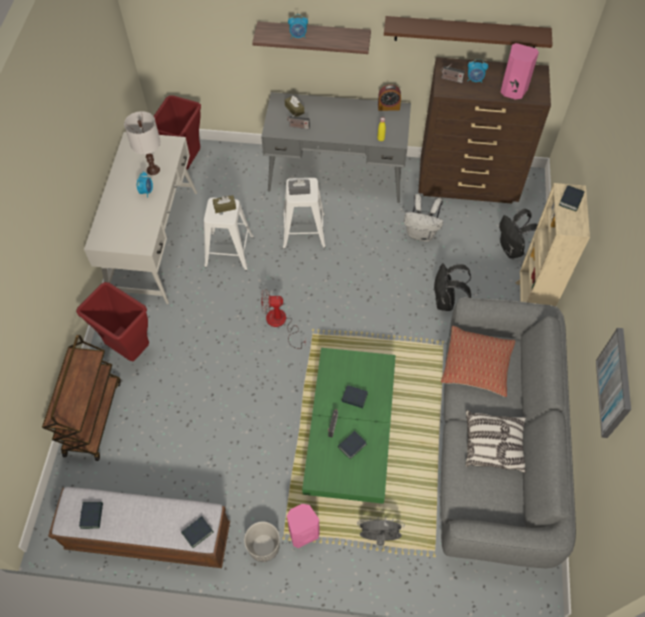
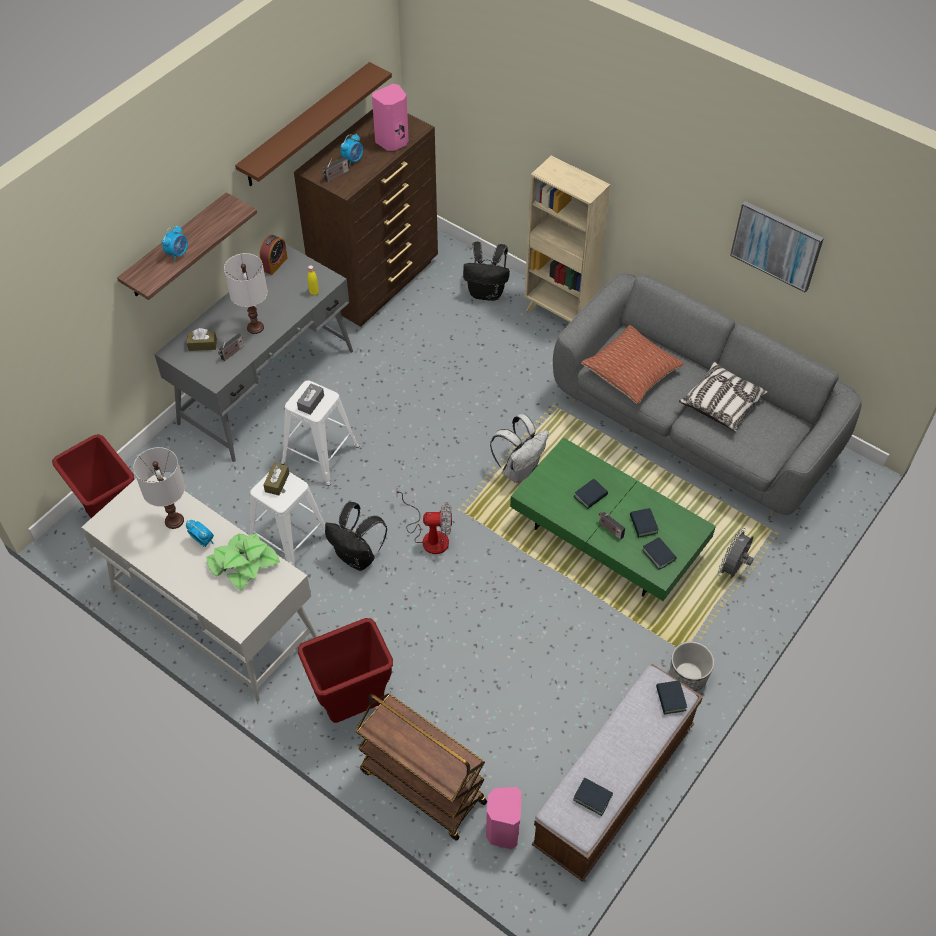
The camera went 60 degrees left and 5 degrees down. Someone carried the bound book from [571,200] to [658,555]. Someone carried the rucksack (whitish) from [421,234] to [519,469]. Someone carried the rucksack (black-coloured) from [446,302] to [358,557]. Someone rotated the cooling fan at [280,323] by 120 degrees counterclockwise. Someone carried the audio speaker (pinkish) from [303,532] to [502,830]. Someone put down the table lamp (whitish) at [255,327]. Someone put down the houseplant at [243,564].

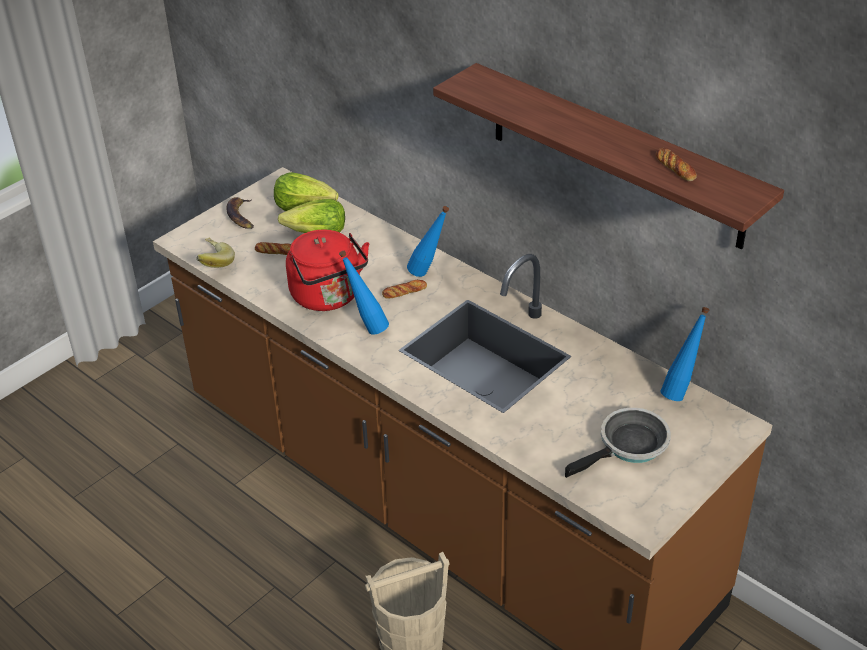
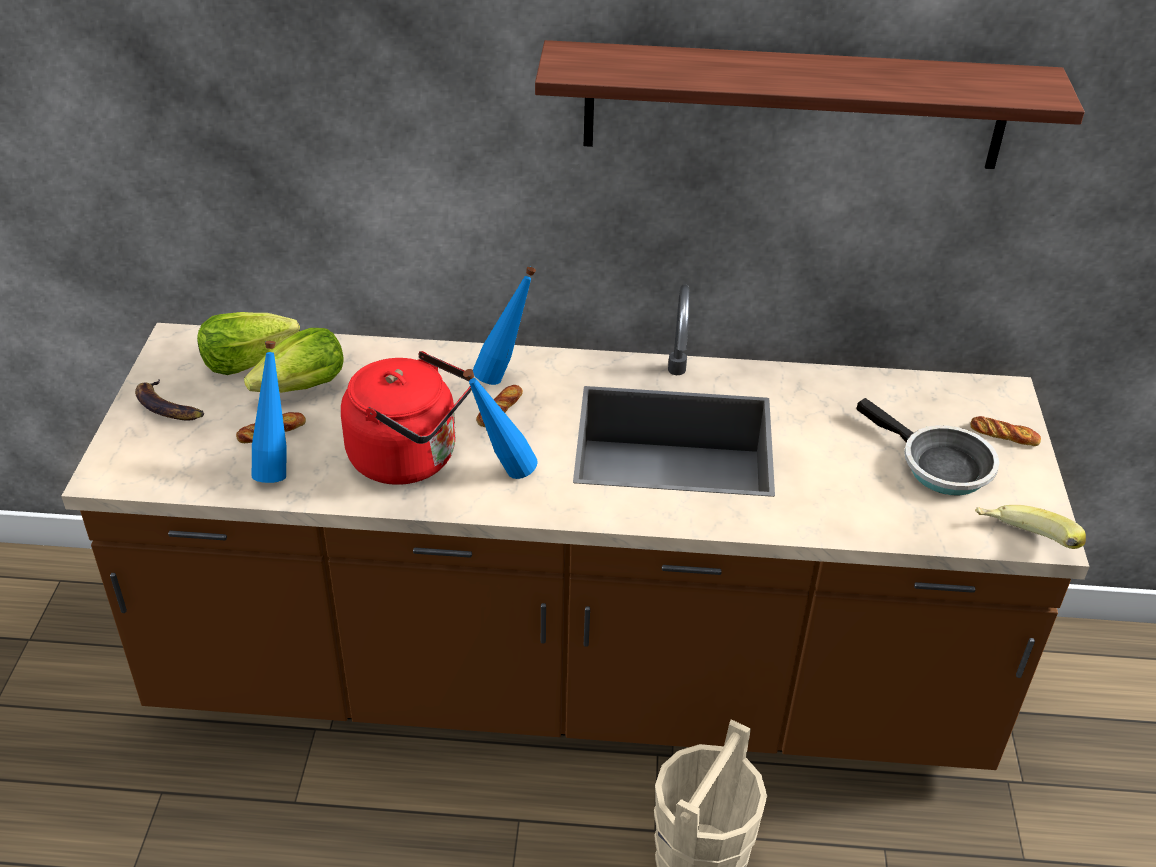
The camera went 40 degrees left and 0 degrees up. Someone carried the bakery bread from [675,168] to [1004,435]. Someone carried the whole banana from [212,264] to [1022,545]. Someone carried the bottle (blue-coloured) from [680,391] to [276,467]. Someone rotated the pan at [629,446] by 120 degrees clockwise.

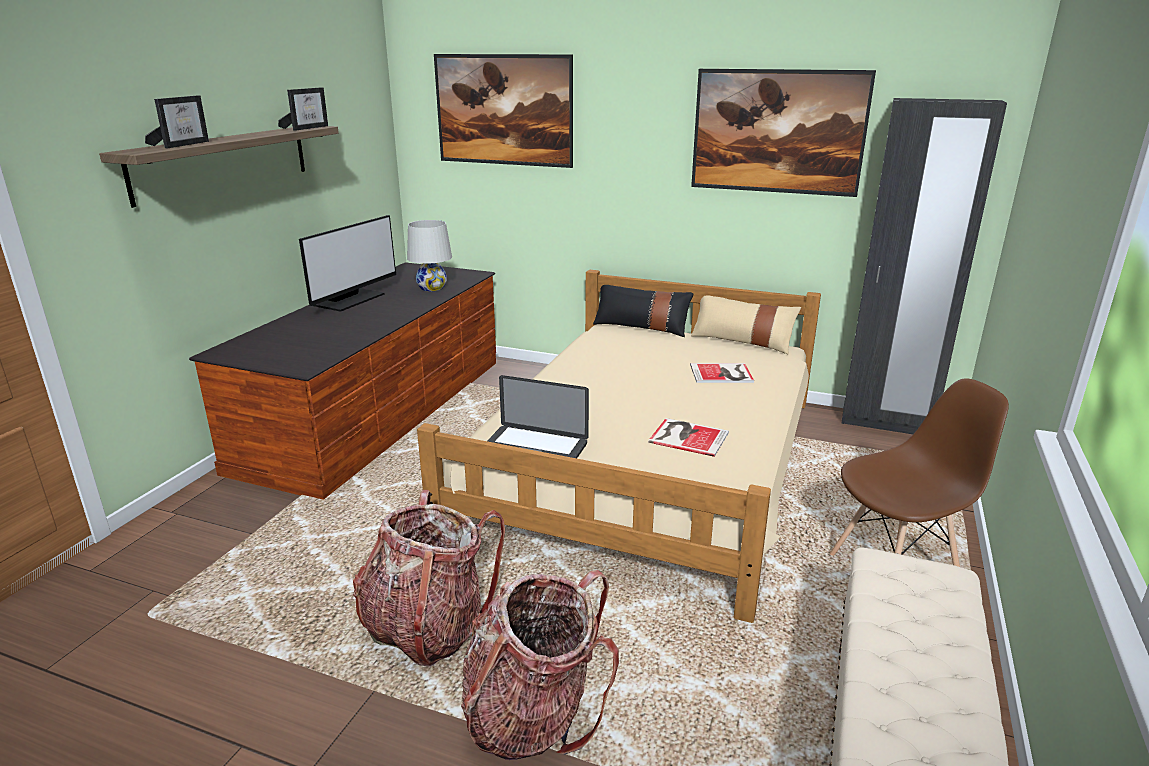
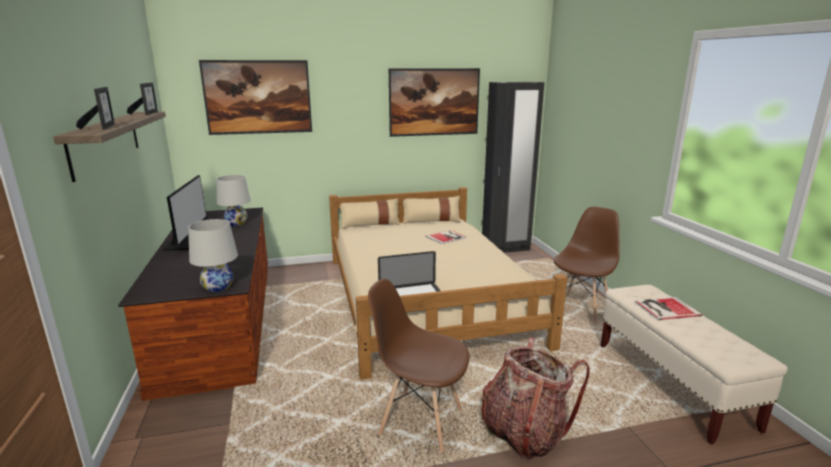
The camera went 35 degrees left and 5 degrees down. Someone repainted the cushion (black-coloured) at [641,327], which became the cushion (beige) at [370,225]. Someone carried the bound book from [687,436] to [665,308]. Someone swapped the rucksack at [428,628] for the chair (brownish) at [420,421]. Someone put down the table lamp (whitish) at [218,287].

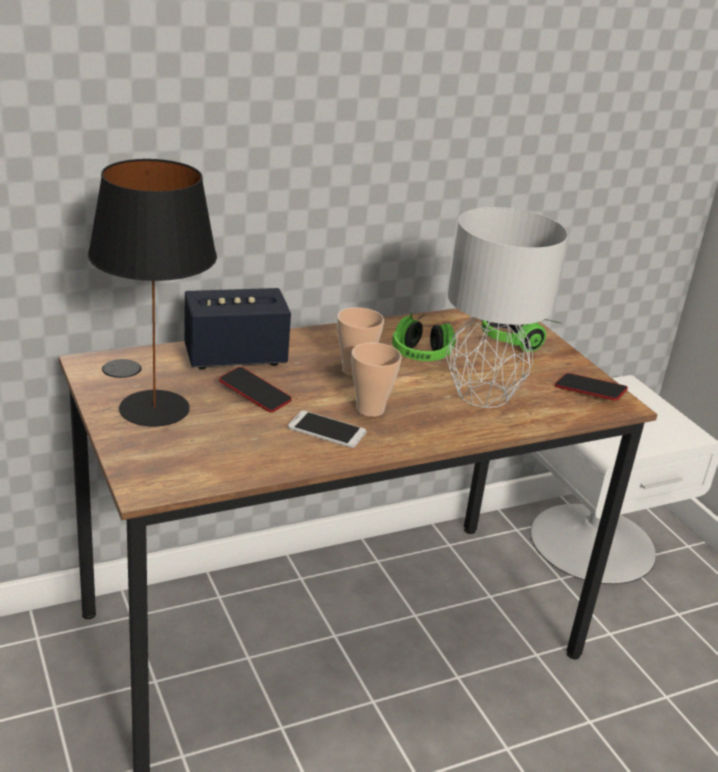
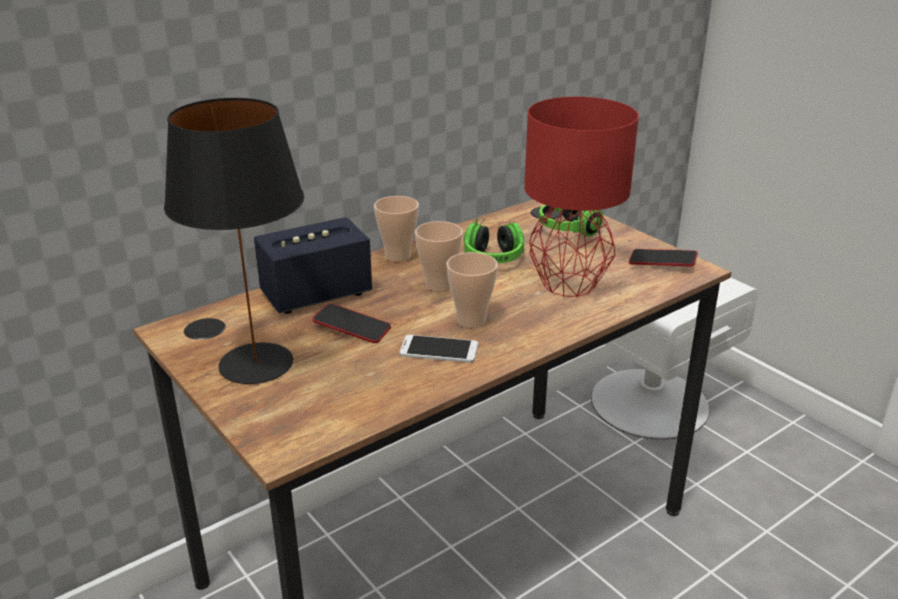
The camera went 10 degrees left and 0 degrees up. Someone repainted the table lamp (grey) at [481,394], which became the table lamp (reddish) at [567,285]. Someone put down the cup at [398,256].

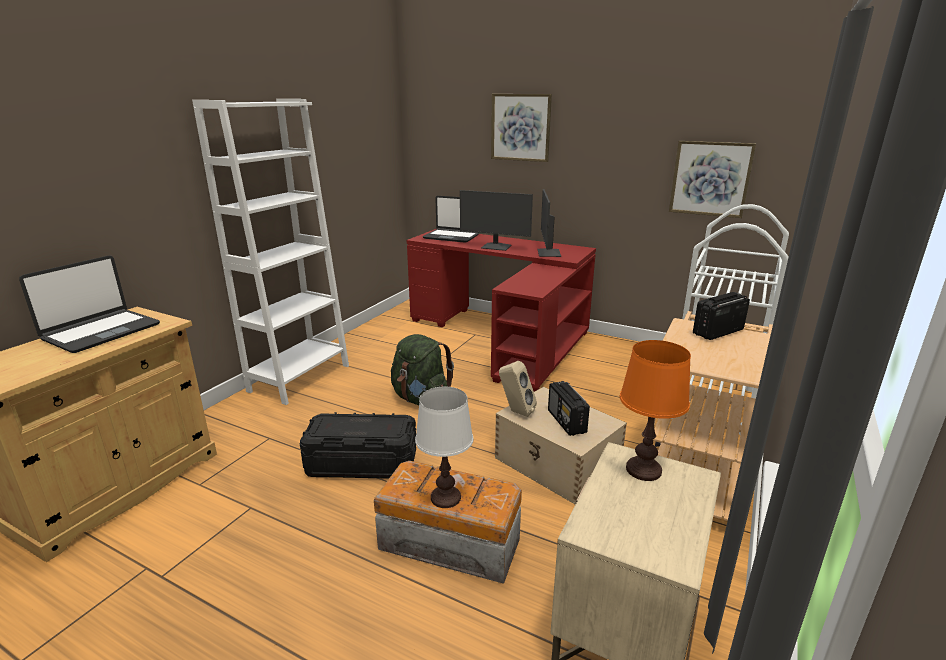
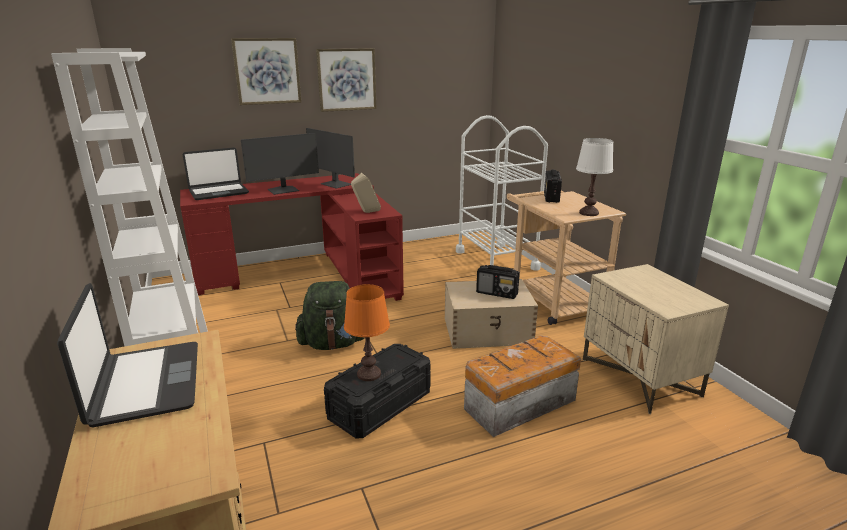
The camera went 50 degrees left and 0 degrees up. Someone carried the picture from [710,179] to [346,79]. Someone carried the table lamp (orange) from [643,470] to [368,374]. Someone carried the audio speaker (beige) from [515,412] to [366,212]. Someone carried the table lamp (whitish) from [445,497] to [588,213].

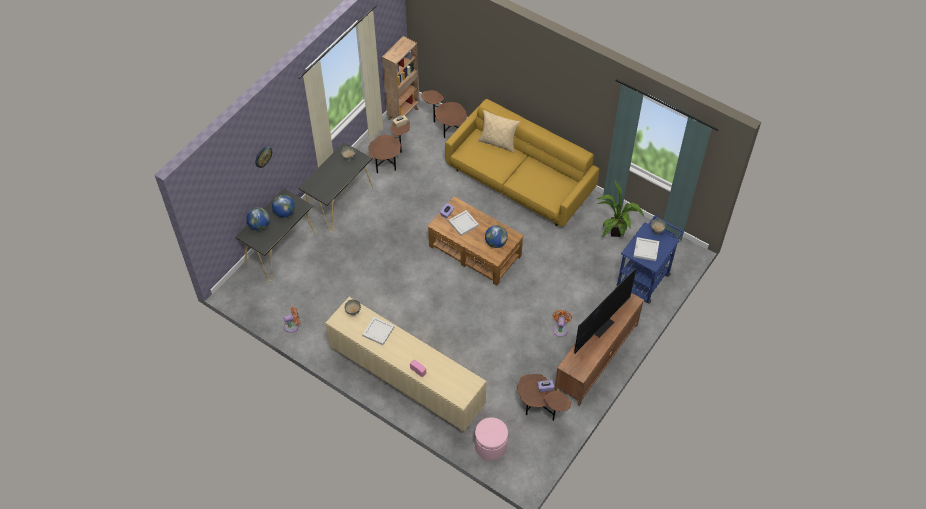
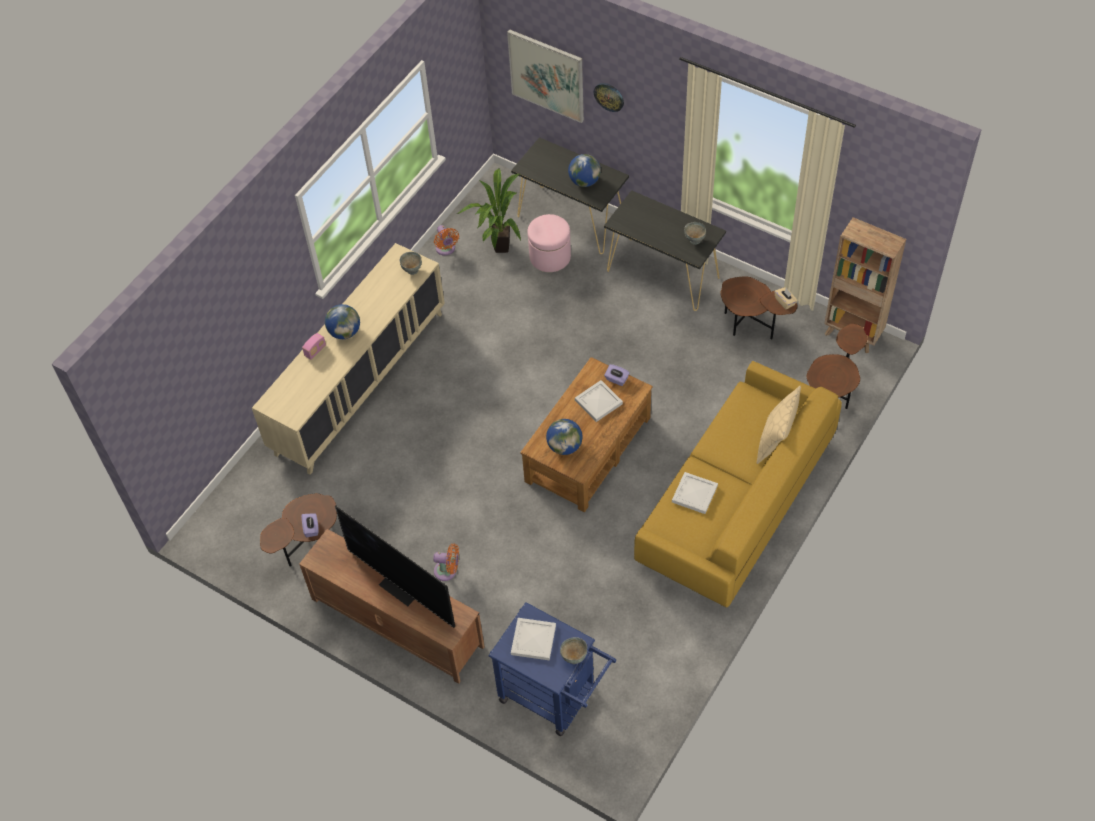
The camera went 90 degrees right and 0 degrees up. Someone carried the houseplant from [615,235] to [498,248]. Someone carried the globe from [259,225] to [345,332]. Someone carried the serving tray (whitish) from [378,331] to [694,493]. Someone carried the ottoman (pinkish) from [490,446] to [550,257]. Someone put up the picture at [547,75].

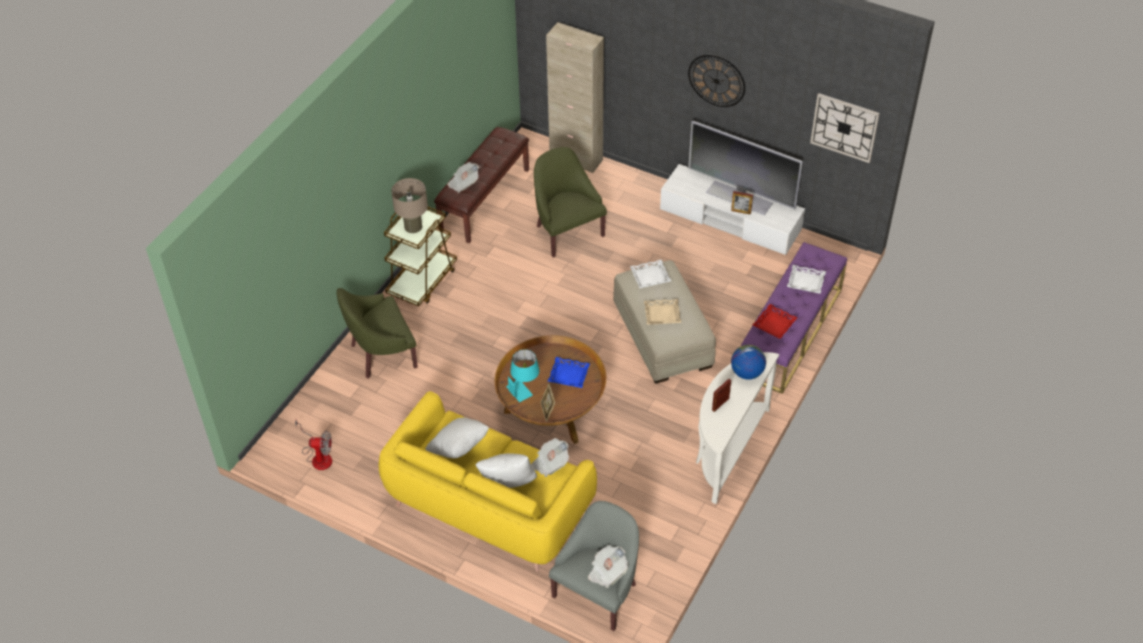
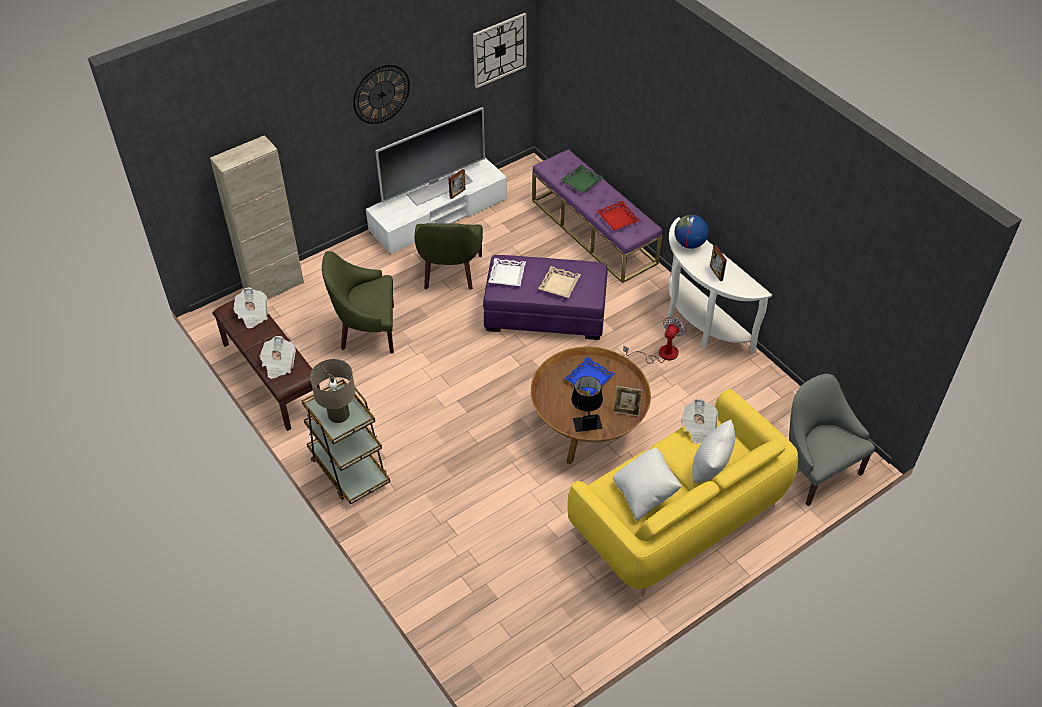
The camera went 65 degrees left and 0 degrees up. Someone repainted the ottoman (beige) at [662,335], which became the ottoman (purple) at [545,312]. Someone repainted the serving tray (whitish) at [805,282], which became the serving tray (green) at [582,182]. Someone carried the armchair (green) from [381,354] to [449,272]. Someone repainted the table lamp (turquoise-coloured) at [524,388], which became the table lamp (black-coloured) at [586,418]. Someone carried the cooling fan from [318,456] to [661,354]. Someone carried the newspaper from [607,572] to [252,314].

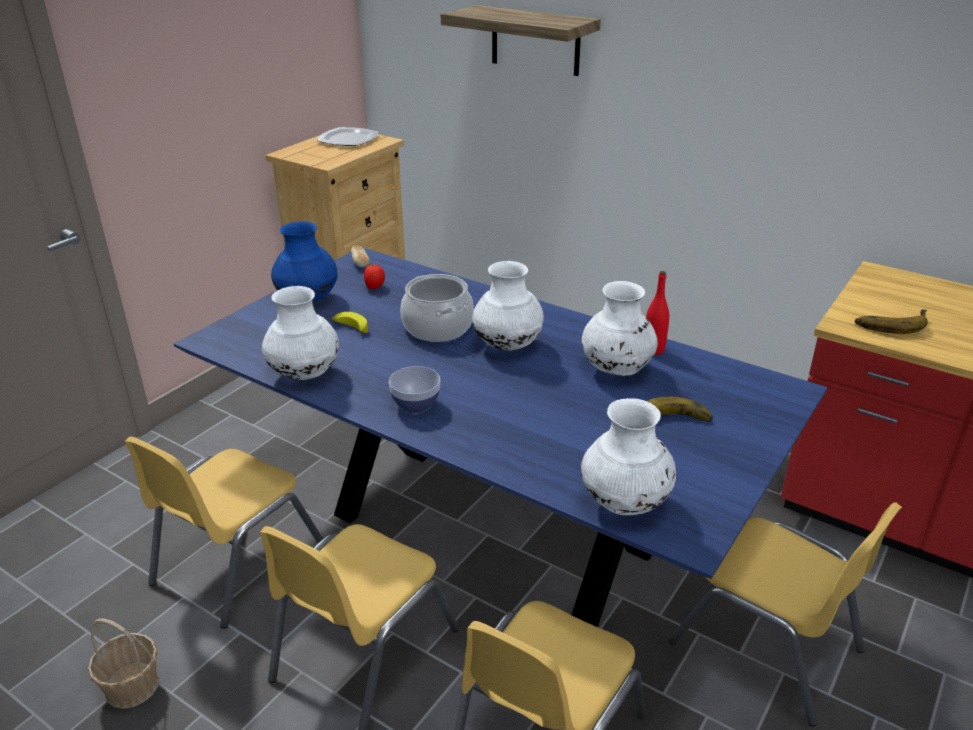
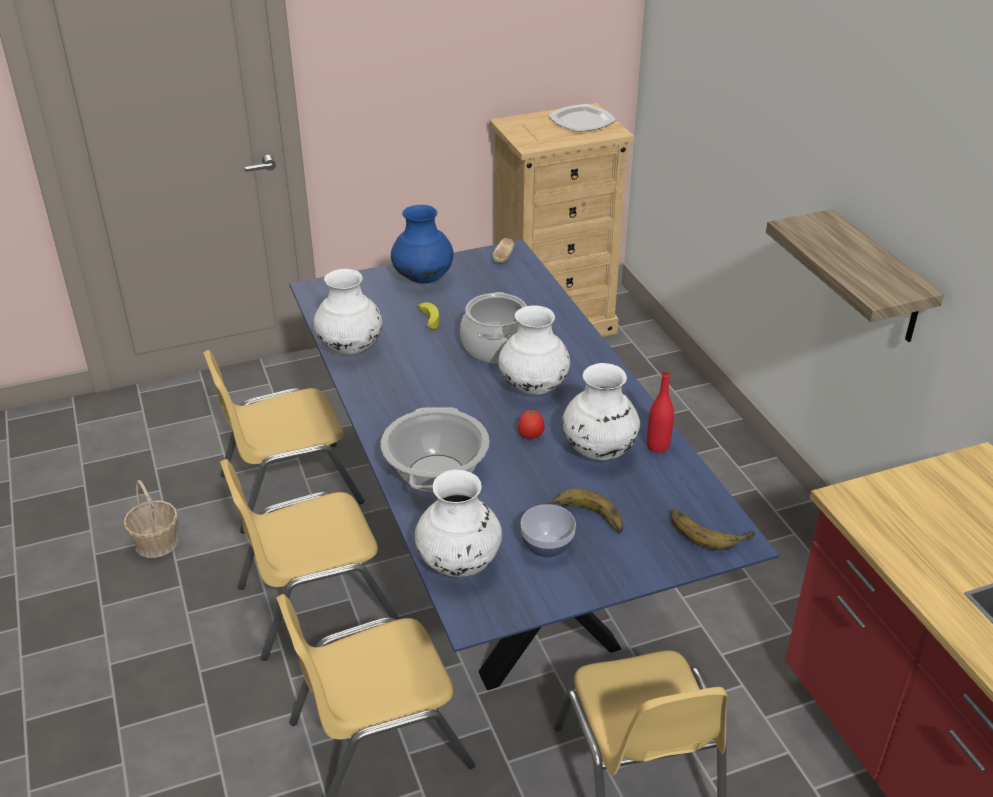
The camera went 35 degrees right and 5 degrees up. Someone carried the wall shelf from [535,40] to [878,279]. Someone carried the fresh tomato from [375,287] to [530,436]. Someone carried the whole banana from [889,323] to [708,529]. Someone carried the deep dish from [415,405] to [547,546]. Someone put down the stockpot at [436,474].

